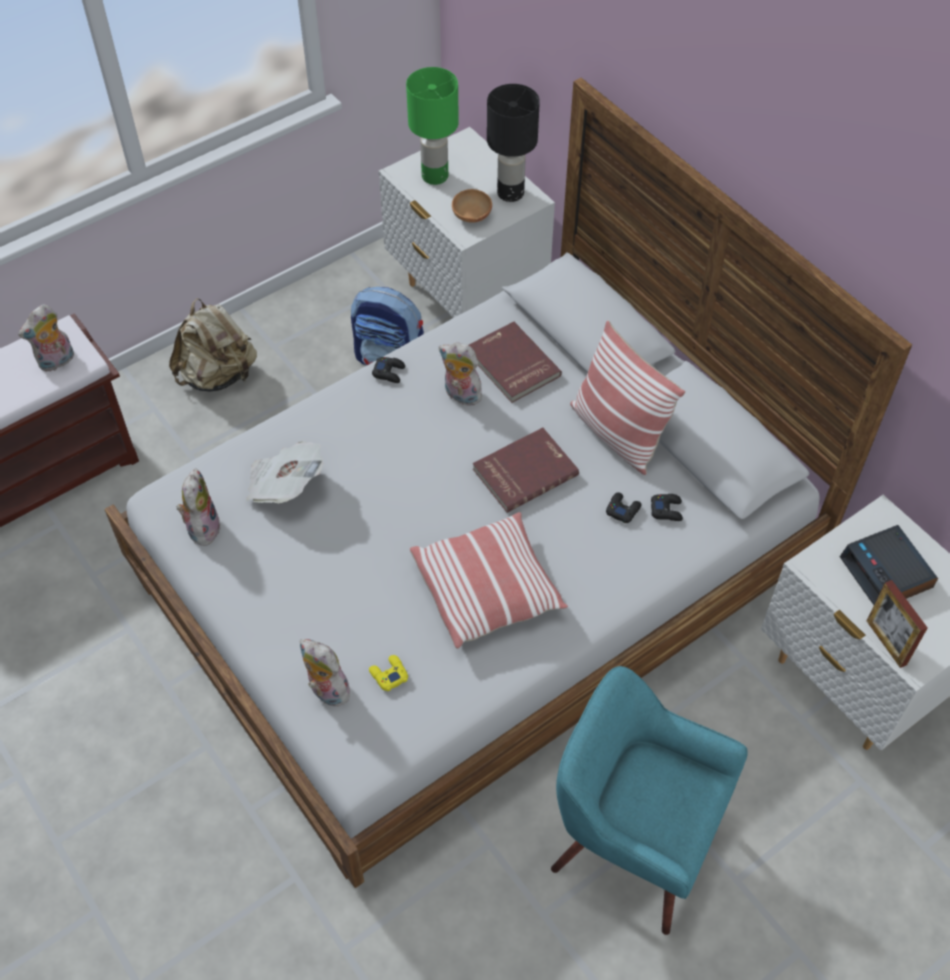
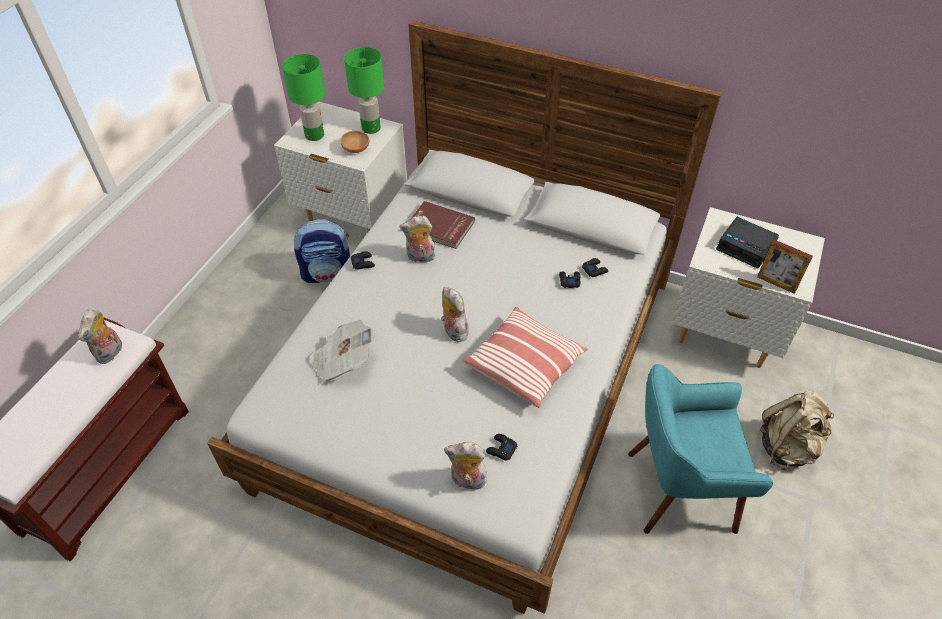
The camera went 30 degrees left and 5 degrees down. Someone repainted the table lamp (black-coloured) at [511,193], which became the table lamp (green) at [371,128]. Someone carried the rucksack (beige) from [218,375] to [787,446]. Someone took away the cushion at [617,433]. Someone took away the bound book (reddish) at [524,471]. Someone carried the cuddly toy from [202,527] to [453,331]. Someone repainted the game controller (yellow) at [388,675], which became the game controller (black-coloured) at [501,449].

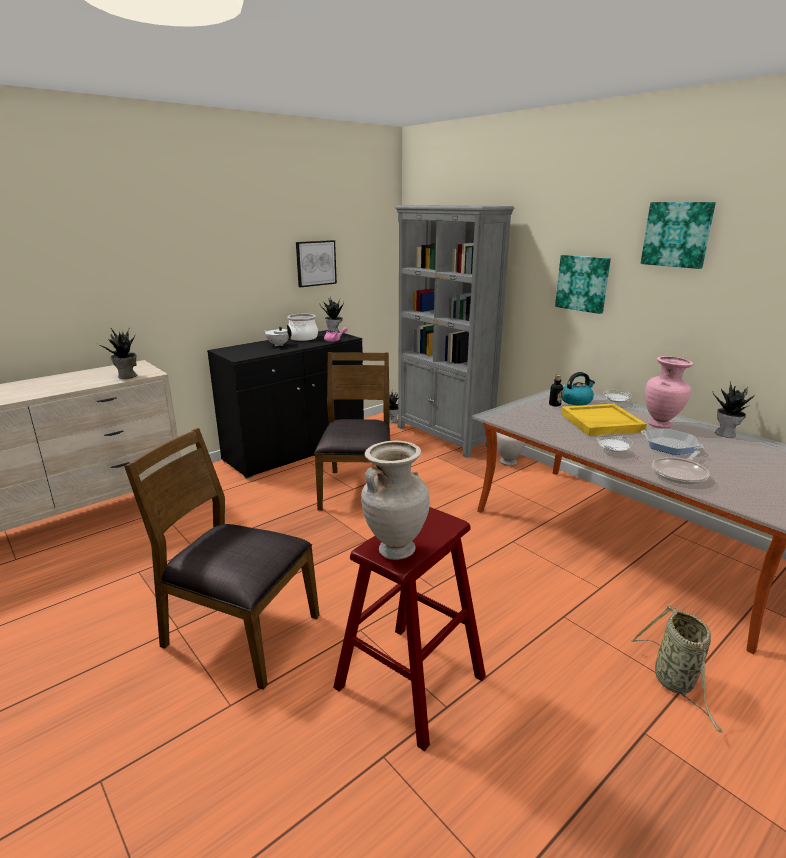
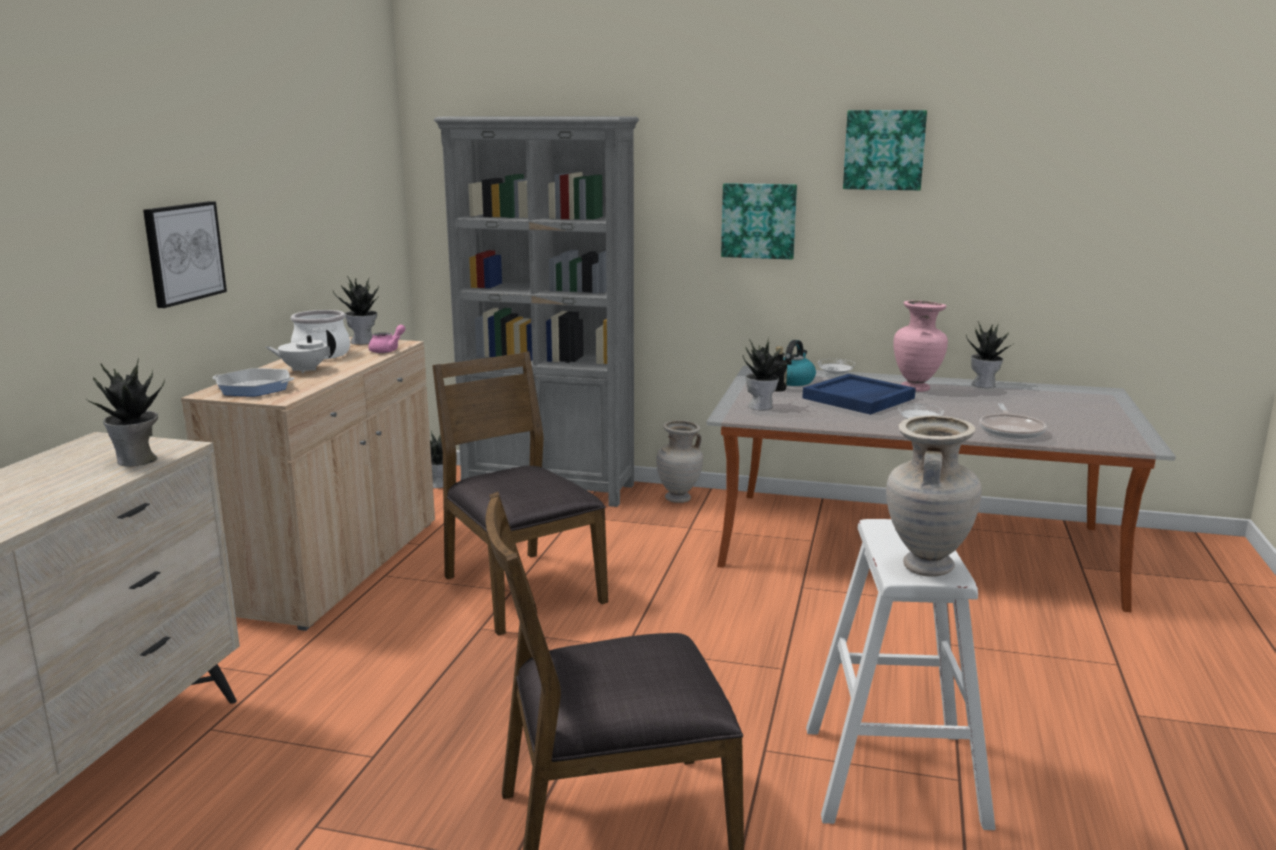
The camera went 35 degrees left and 5 degrees down. Someone carried the picture from [315,263] to [183,252]. Someone repainted the cupboard (black-coloured) at [295,451], which became the cupboard (beige) at [336,566]. Someone repainted the serving tray (yellow) at [601,423], which became the serving tray (blue-coloured) at [858,398]. Someone carried the pan from [669,445] to [254,388]. Someone repainted the sitting stool (reddish) at [410,682], which became the sitting stool (whitish) at [893,775]. Someone took away the storage basket at [675,683]. Someone put down the houseplant at [761,406].

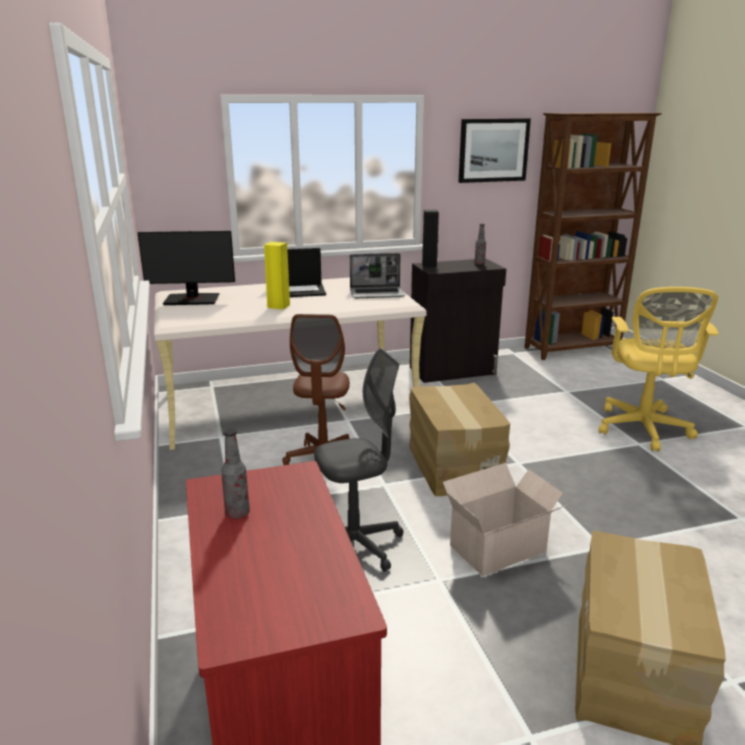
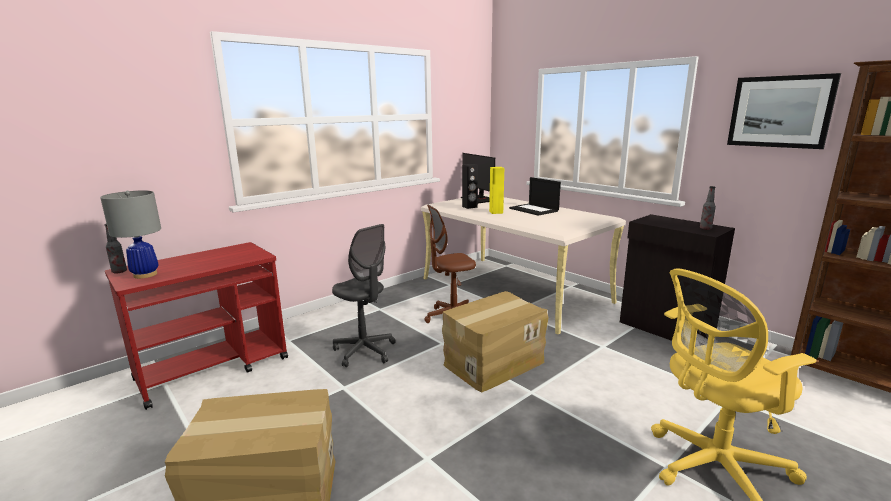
The camera went 65 degrees right and 5 degrees down. Someone carried the audio speaker (black-coloured) from [429,265] to [470,207]. Someone took away the portable computer at [377,293]. Someone carried the bottle from [237,513] to [119,272]. Someone took away the cardboard box at [500,548]. Someone put down the table lamp (grey) at [145,275].

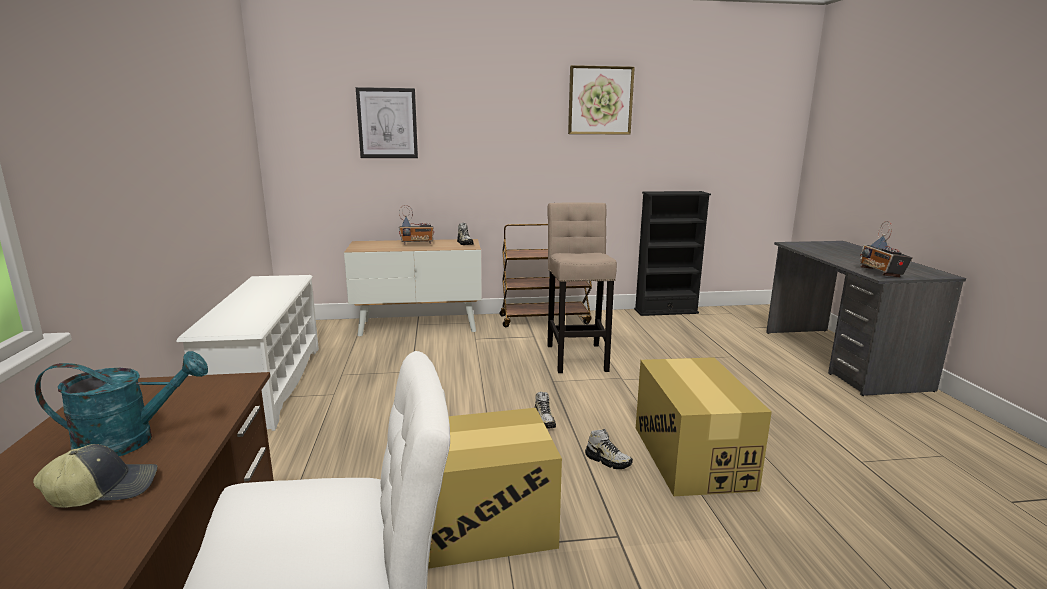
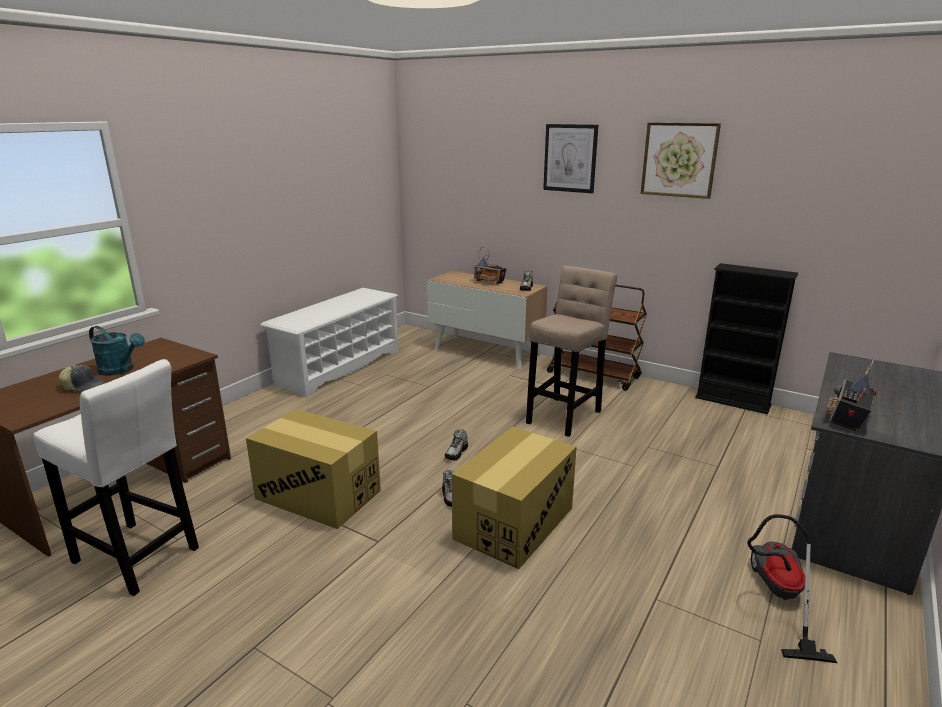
The camera went 40 degrees right and 5 degrees up. Someone carried the picture from [387,123] to [570,158]. Someone put down the hoover at [777,596].

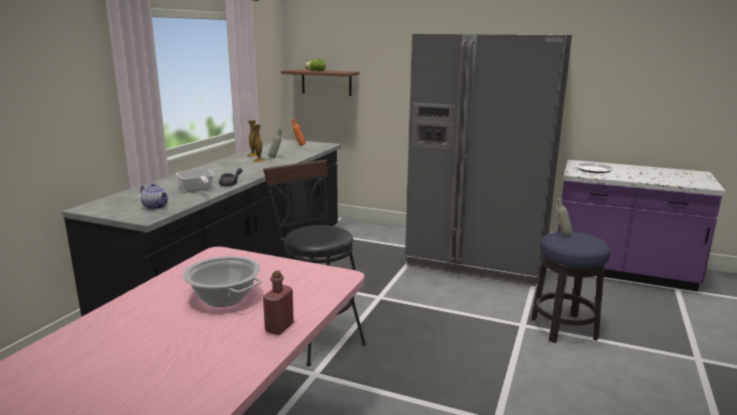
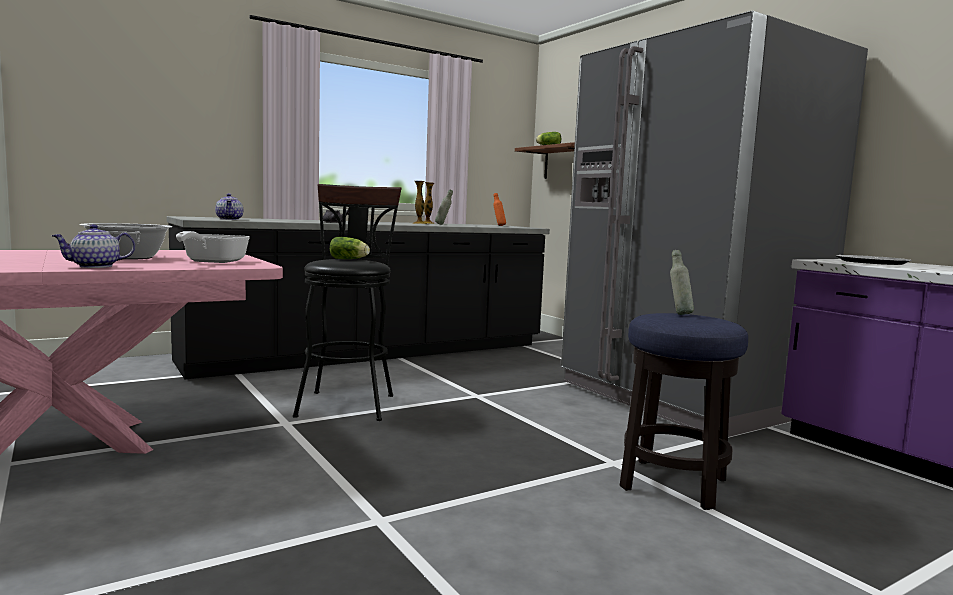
The camera went 35 degrees right and 10 degrees down. Someone carried the pan from [197,189] to [211,262]. Someone swapped the bottle (reddish) at [279,328] for the pot for tea at [95,266]. Someone put down the lettuce head at [350,259].

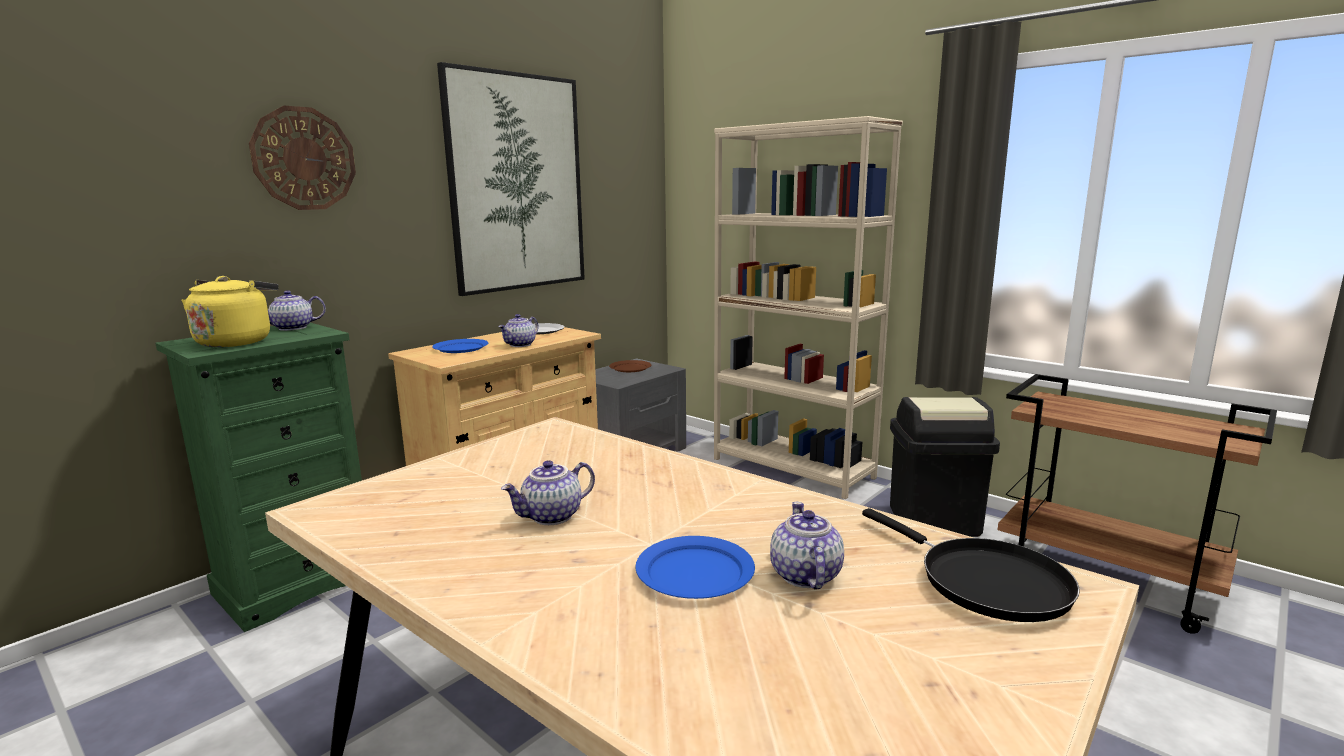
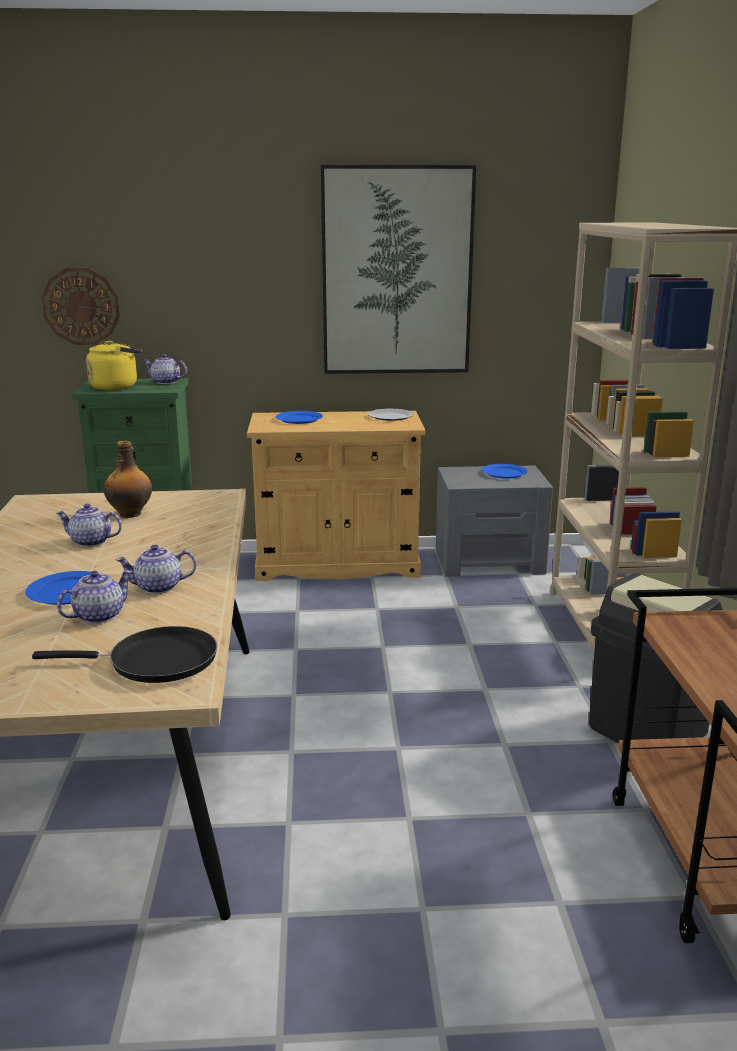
The camera went 45 degrees right and 5 degrees up. Someone carried the hanging clock from [304,159] to [81,306]. Someone carried the pot for tea from [520,345] to [158,588]. Someone repainted the flat dish (brownish) at [630,368], which became the flat dish (blue-coloured) at [504,473]. Someone rotated the pan (black-coloured) at [984,581] by 105 degrees counterclockwise. Someone put down the bottle at [131,514].

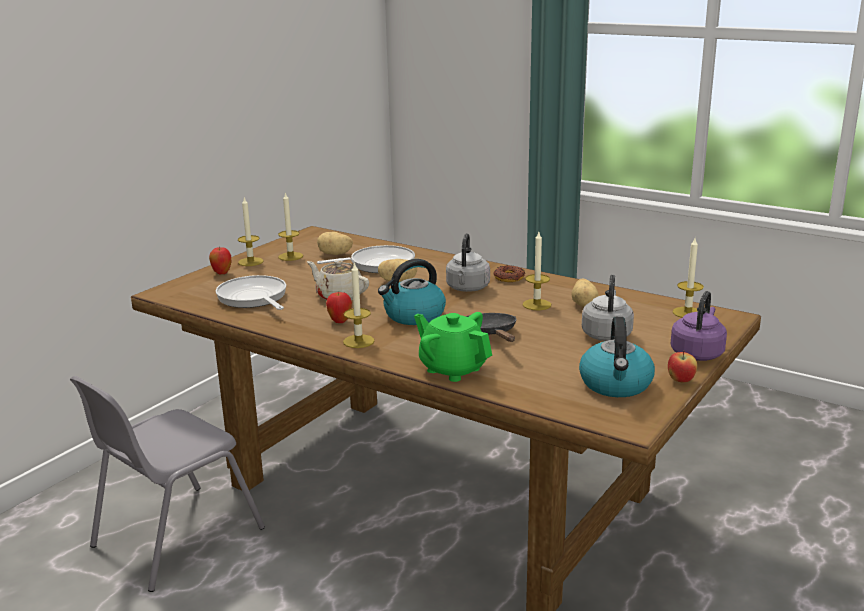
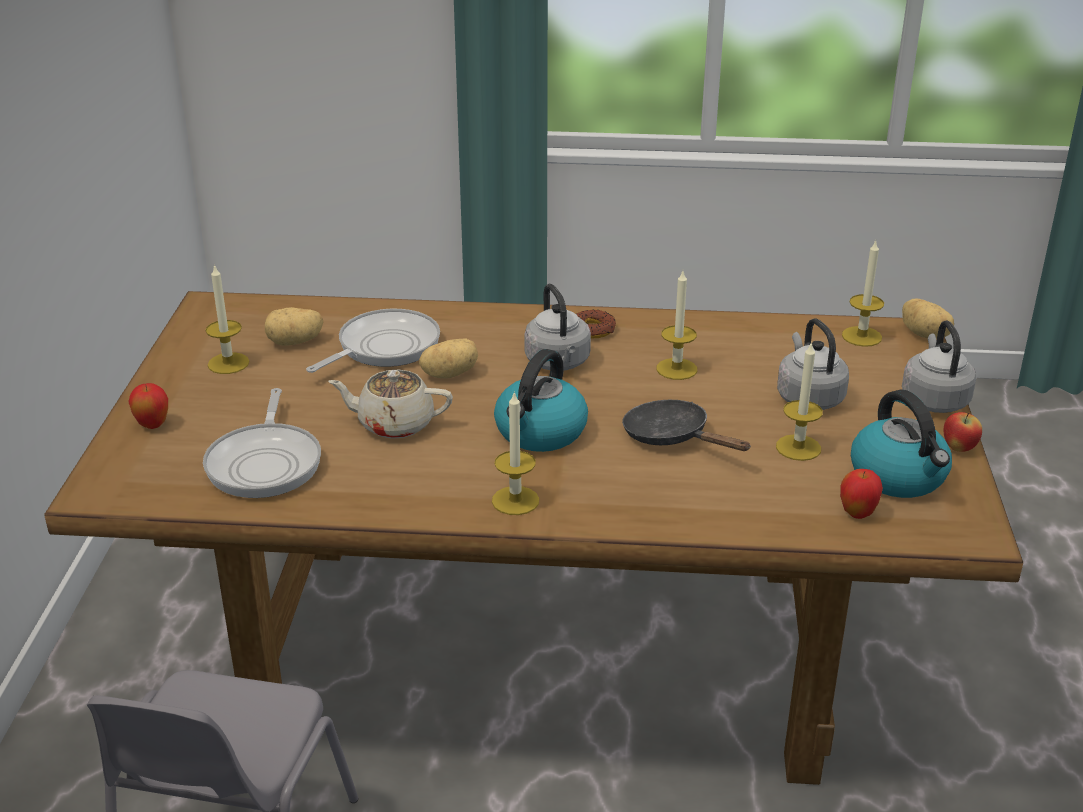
The camera went 30 degrees left and 10 degrees up. Someone carried the candle from [250,262] to [798,447]. Someone rotated the pan at [253,298] by 120 degrees counterclockwise. Someone carried the whole potato from [585,305] to [925,334]. Someone carried the whole apple from [340,321] to [857,514]. Someone repainted the water kettle (purple) at [697,353], which became the water kettle (grey) at [933,399]. Someone took away the pot for tea (green) at [453,369].

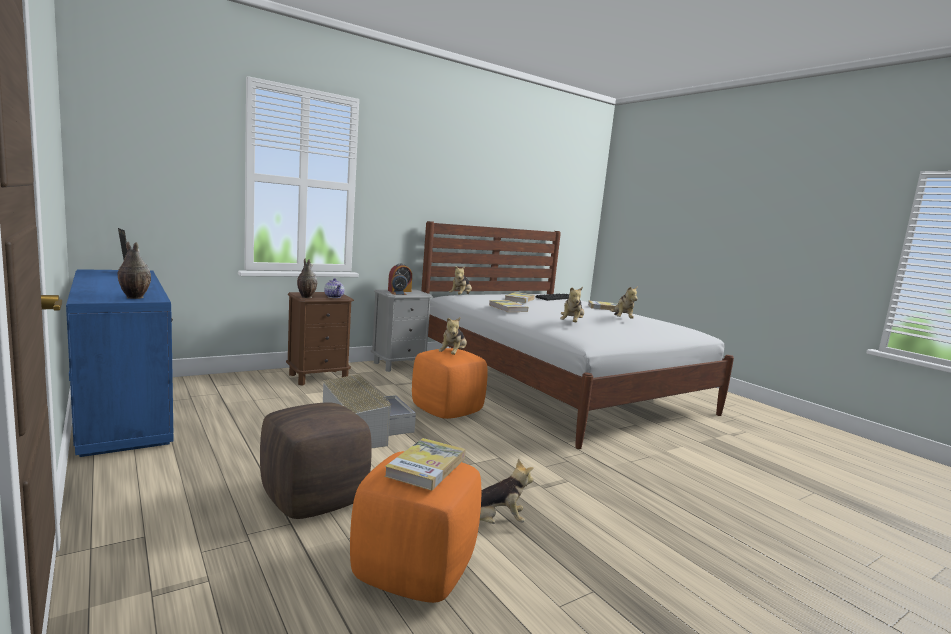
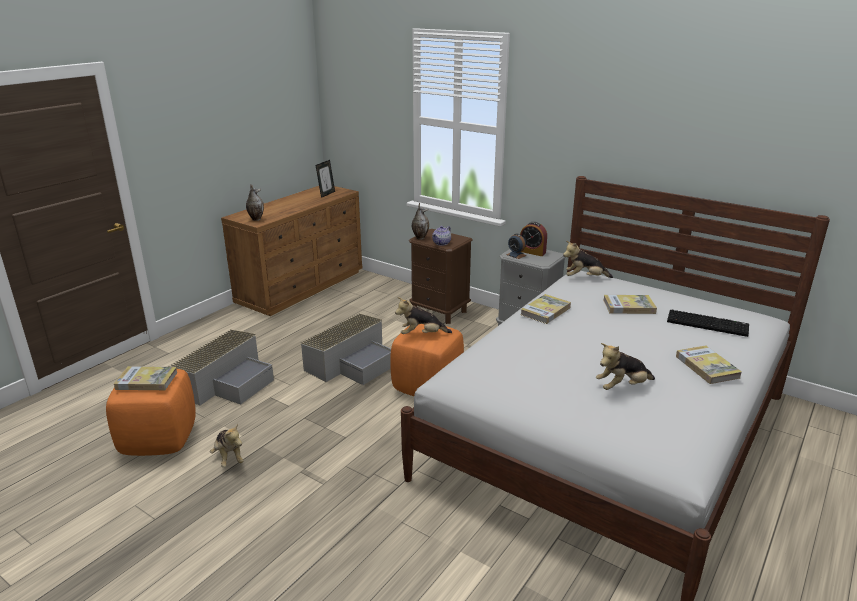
The camera went 70 degrees right and 15 degrees up. Someone repainted the chest of drawers (blue-coloured) at [123,412], which became the chest of drawers (brownish) at [302,287]. Someone took away the cuddly toy at [571,324]. Someone swapped the ottoman (brownish) at [313,499] for the storage bin (grey) at [227,381].

